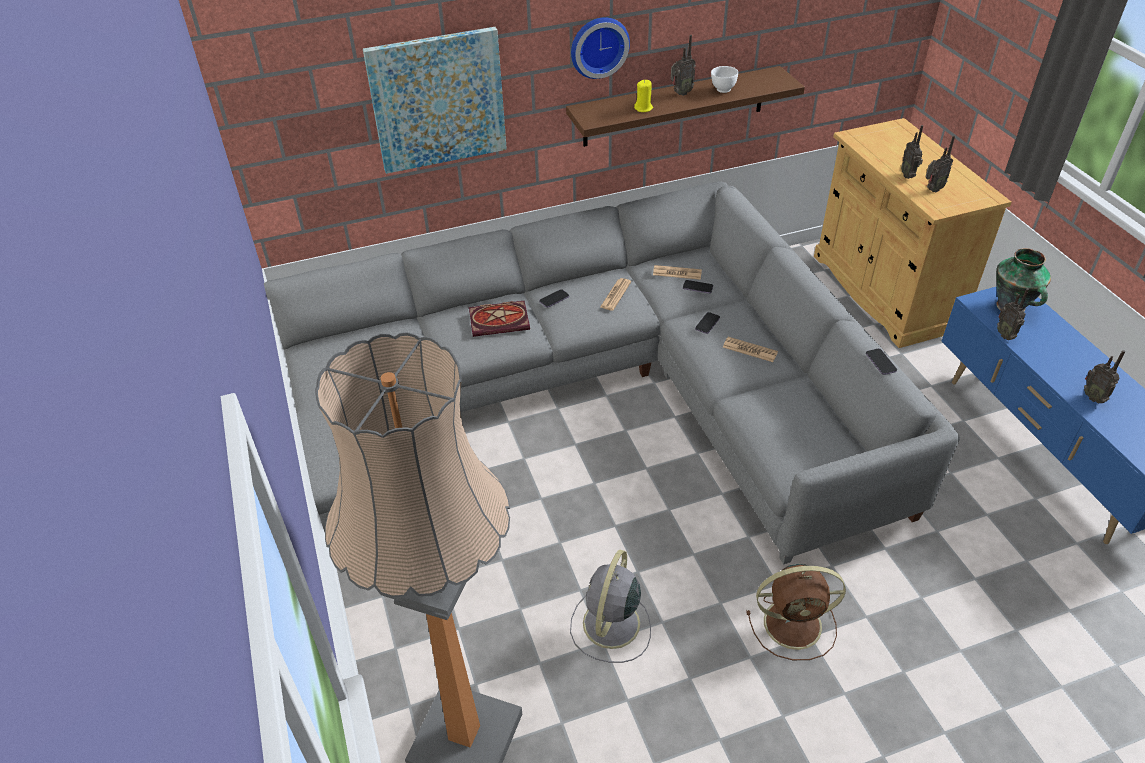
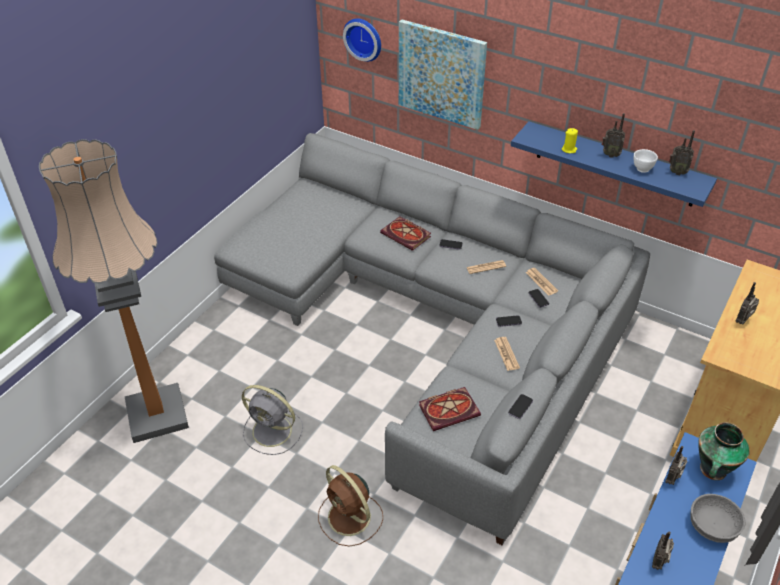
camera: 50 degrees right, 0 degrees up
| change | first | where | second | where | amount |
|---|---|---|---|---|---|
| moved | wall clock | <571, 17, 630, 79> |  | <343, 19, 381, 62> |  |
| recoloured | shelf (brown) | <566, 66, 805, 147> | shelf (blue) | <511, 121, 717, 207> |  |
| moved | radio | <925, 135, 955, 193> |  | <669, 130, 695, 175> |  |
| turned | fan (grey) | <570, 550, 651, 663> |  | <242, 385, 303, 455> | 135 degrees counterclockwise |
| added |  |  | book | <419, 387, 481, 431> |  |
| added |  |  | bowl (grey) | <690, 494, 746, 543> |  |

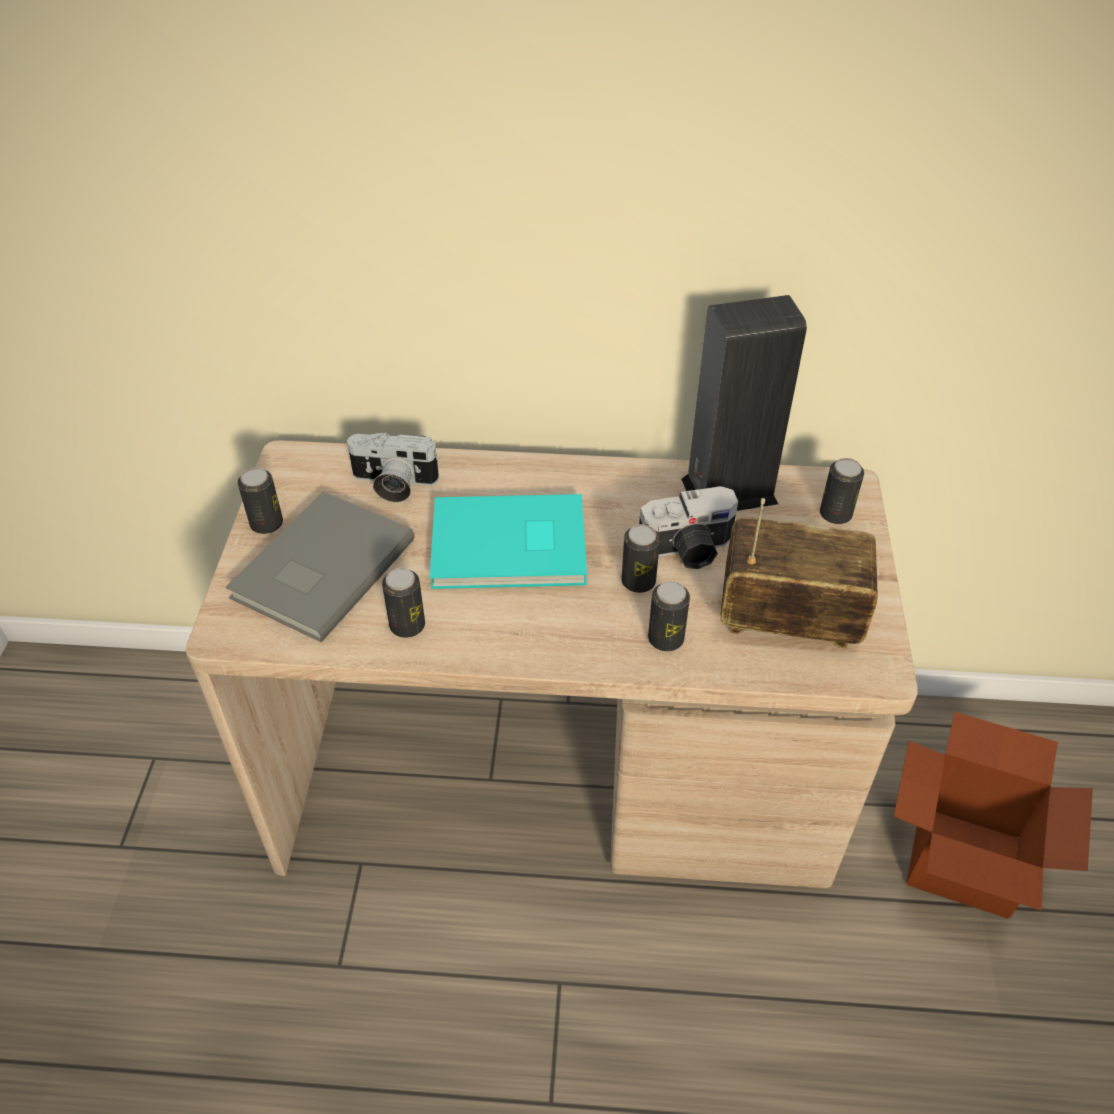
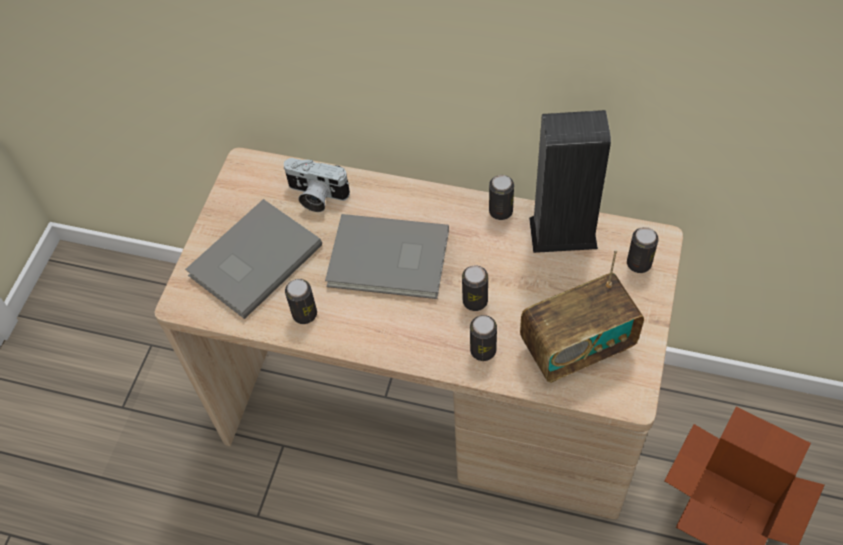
camera: 15 degrees right, 10 degrees up
| change | first | where | second | where | amount |
|---|---|---|---|---|---|
| moved | can | <238, 467, 283, 534> |  | <489, 175, 514, 220> |  |
| removed | photo camera | <639, 486, 738, 569> |  |  |  |
| recoloured | book (turquoise) | <430, 494, 587, 589> | book (grey) | <325, 214, 449, 299> |  |
| turned | radio | <721, 498, 878, 649> |  | <520, 249, 644, 383> | 135 degrees clockwise |

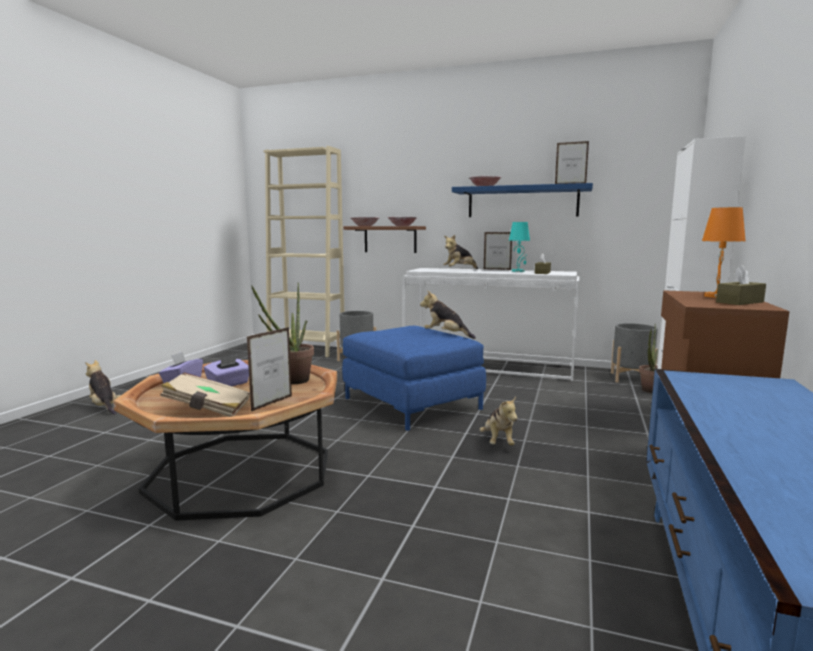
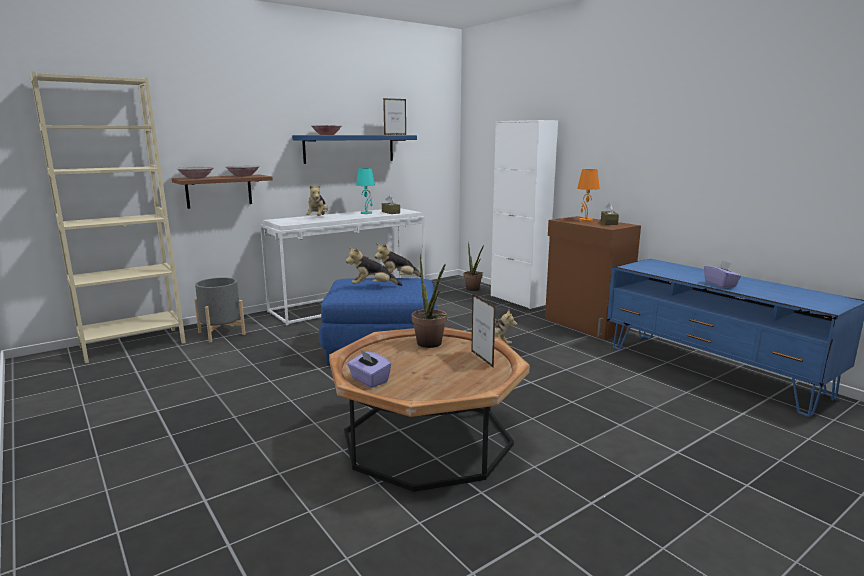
camera: 55 degrees left, 5 degrees up
| change | first | where | second | where | amount |
|---|---|---|---|---|---|
| removed | picture frame | <484, 232, 512, 270> |  |  |  |
| removed | planter (grey) | <611, 323, 658, 383> |  |  |  |
| moved | tissue box (purple) | <204, 354, 249, 386> |  | <704, 260, 741, 288> |  |
| moved | plush toy | <85, 360, 121, 415> |  | <346, 247, 402, 286> |  |
| removed | book (beige) | <160, 372, 250, 417> |  |  |  |

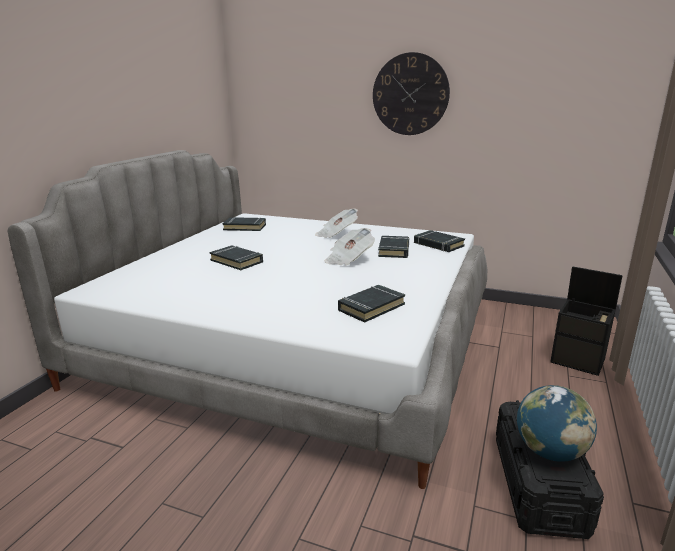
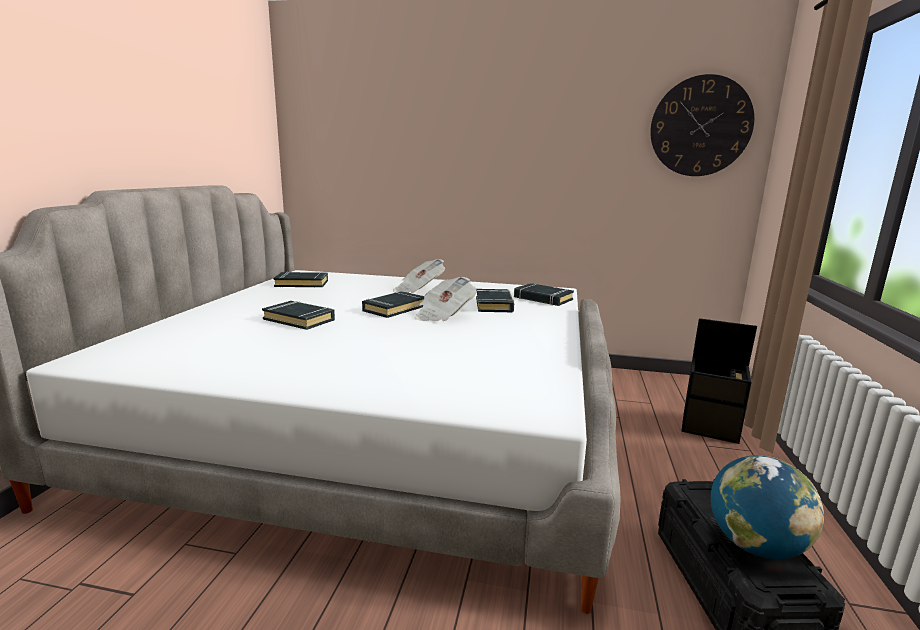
camera: 10 degrees left, 5 degrees down
| change | first | where | second | where | amount |
|---|---|---|---|---|---|
| moved | wall clock | <373, 52, 450, 135> |  | <650, 74, 755, 176> |  |
| moved | book (black) | <338, 285, 405, 323> |  | <362, 291, 424, 318> |  |

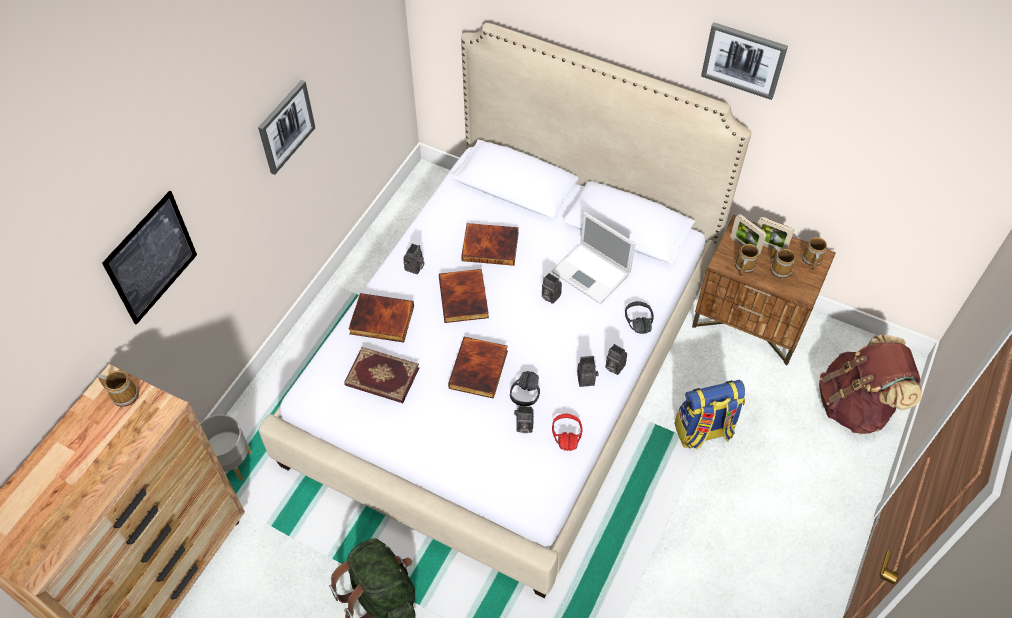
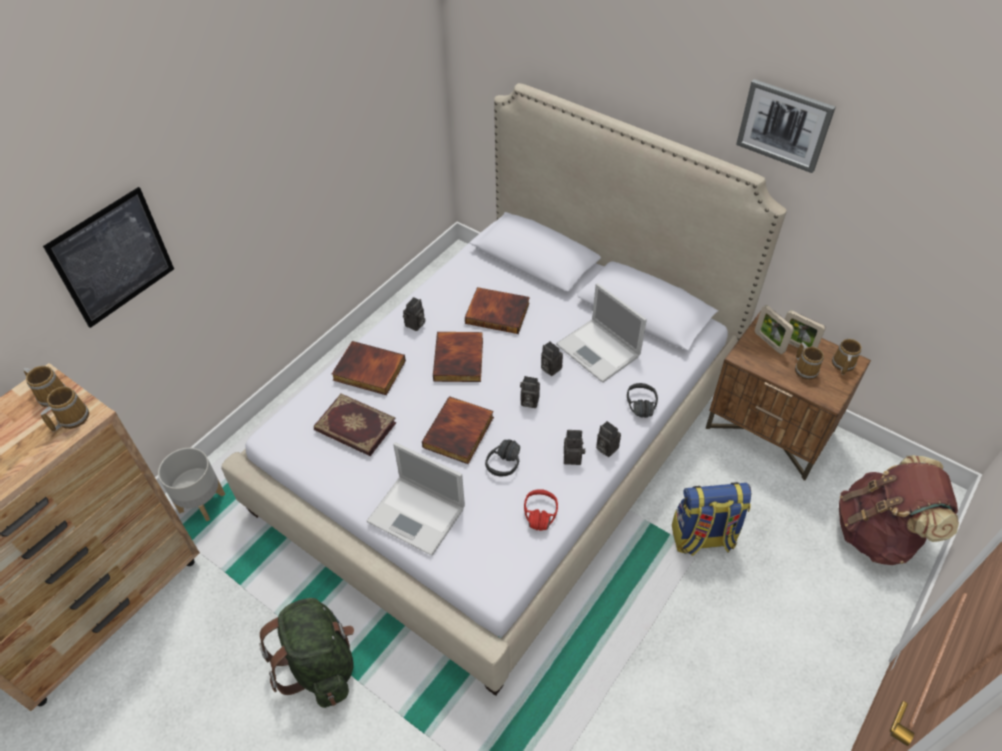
camera: 10 degrees right, 5 degrees down
| change | first | where | second | where | amount |
|---|---|---|---|---|---|
| removed | picture | <258, 80, 315, 175> |  |  |  |
| moved | mug | <735, 244, 759, 277> |  | <40, 386, 89, 432> |  |
| moved | photo camera | <514, 406, 534, 433> |  | <520, 376, 540, 408> |  |
| added |  |  | laptop | <367, 442, 465, 556> |  |

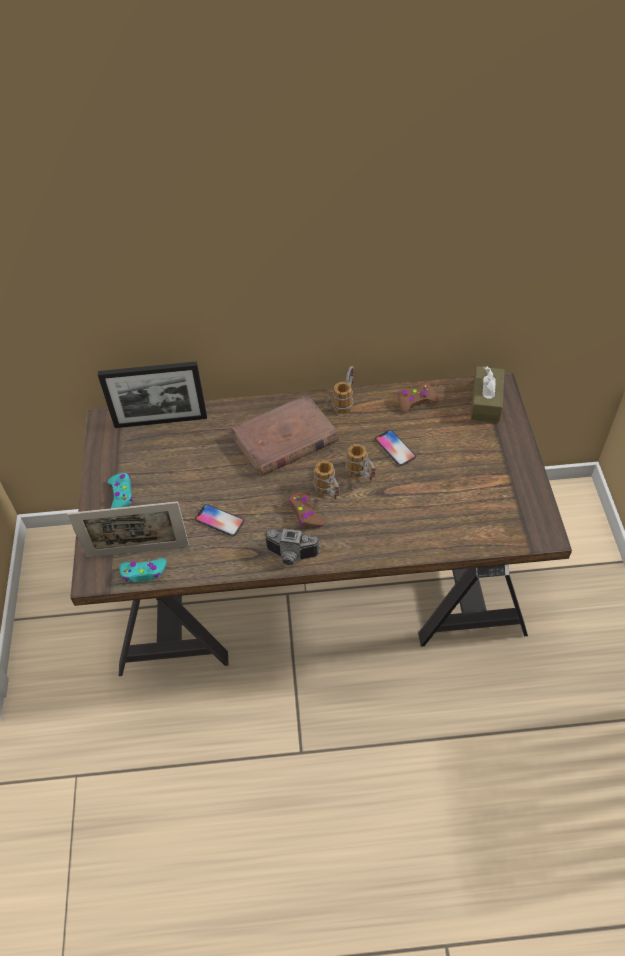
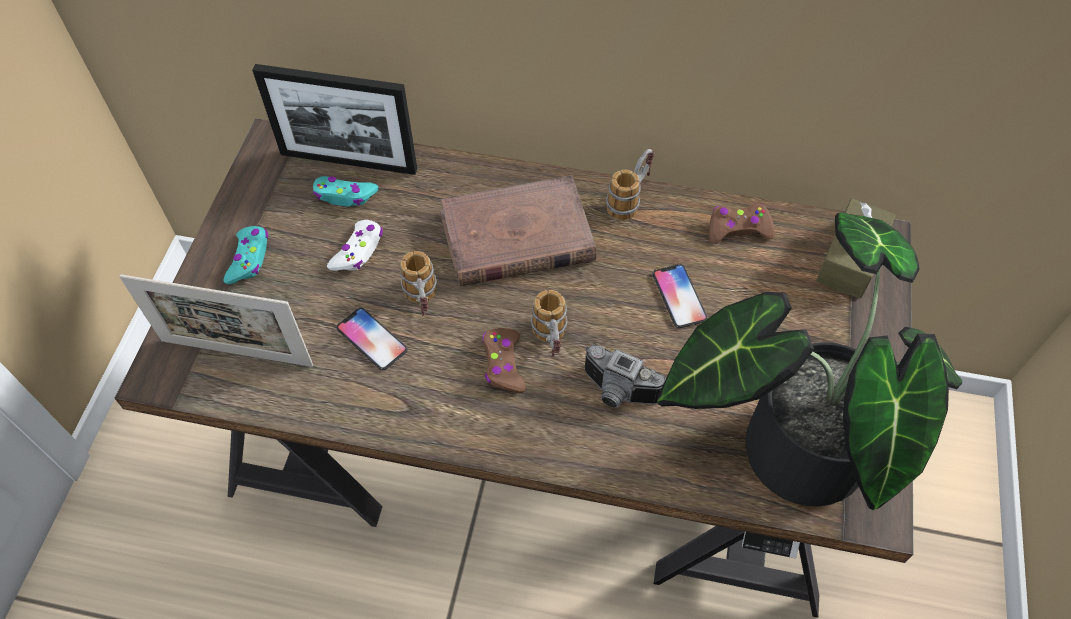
camera: 15 degrees right, 5 degrees up
| change | first | where | second | where | amount |
|---|---|---|---|---|---|
| moved | mug | <346, 444, 376, 481> |  | <399, 251, 437, 316> |  |
| moved | photo camera | <264, 528, 320, 565> |  | <584, 345, 666, 408> |  |
| moved | game controller (turquoise) | <120, 558, 167, 582> |  | <313, 176, 378, 207> |  |
| added |  |  | potted plant | <657, 212, 962, 510> |  |
| added |  |  | game controller (white) | <327, 220, 383, 271> |  |

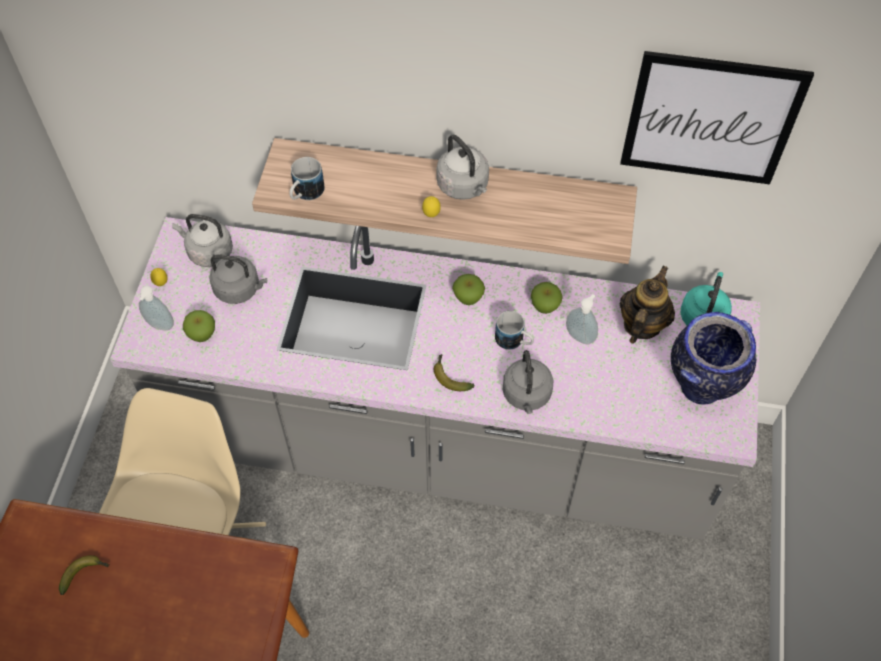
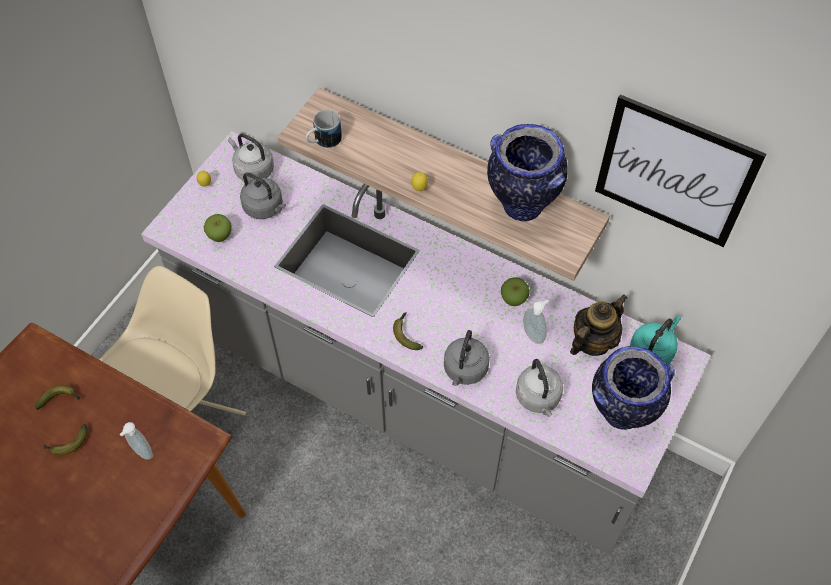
camera: 20 degrees right, 0 degrees up
| change | first | where | second | where | amount |
|---|---|---|---|---|---|
| moved | kettle (grey) | <436, 134, 489, 200> |  | <516, 359, 563, 417> |  |
| removed | apple | <452, 274, 485, 305> |  |  |  |
| moved | soap dispenser | <139, 286, 174, 331> |  | <119, 422, 153, 460> |  |
| removed | mug | <495, 311, 534, 350> |  |  |  |
| added |  |  | vase | <487, 124, 568, 221> |  |
| added |  |  | banana | <43, 424, 87, 455> |  |

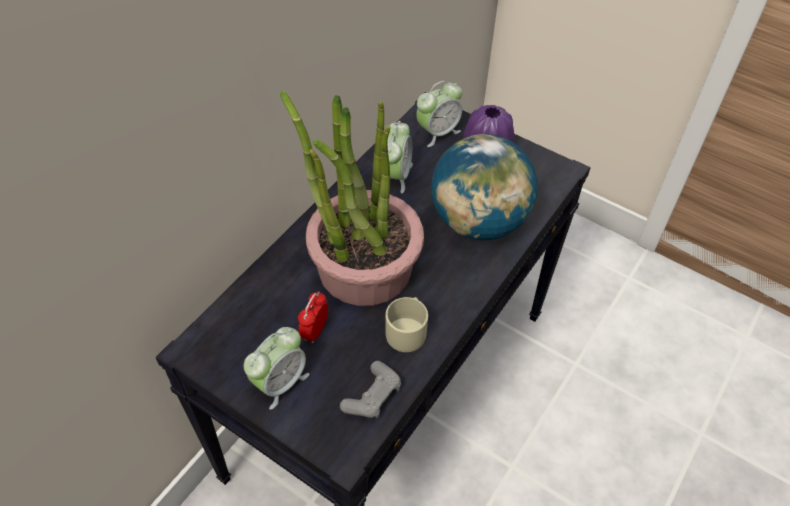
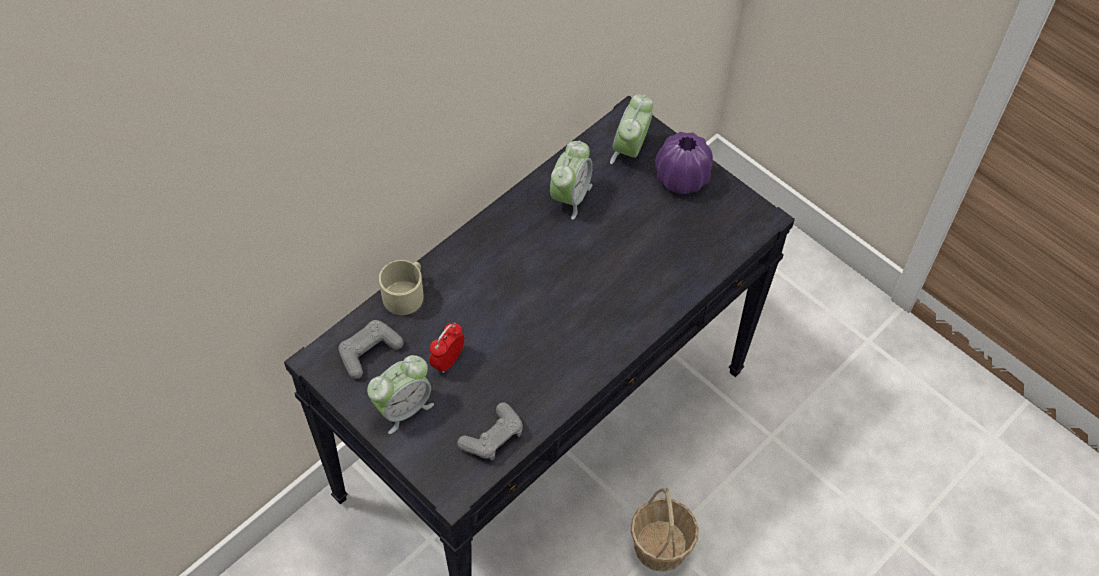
camera: 10 degrees right, 5 degrees up
| change | first | where | second | where | amount |
|---|---|---|---|---|---|
| turned | alarm clock | <416, 81, 462, 147> |  | <610, 95, 653, 164> | 135 degrees clockwise |
| removed | potted plant | <280, 91, 424, 306> |  |  |  |
| removed | globe | <431, 134, 538, 240> |  |  |  |
| moved | mug (beige) | <386, 297, 428, 352> |  | <379, 260, 423, 315> |  |
| added |  |  | game controller (grey) | <338, 320, 404, 379> |  |
| added |  |  | basket | <631, 488, 699, 572> |  |

